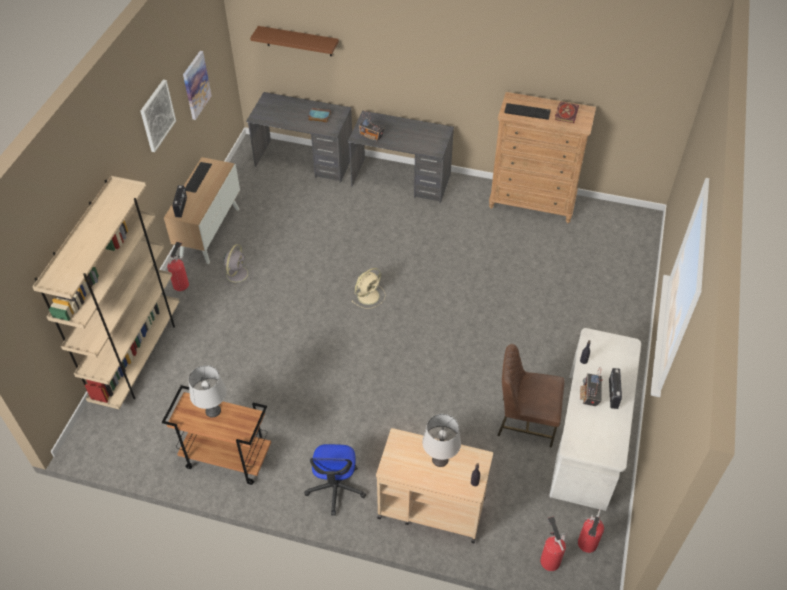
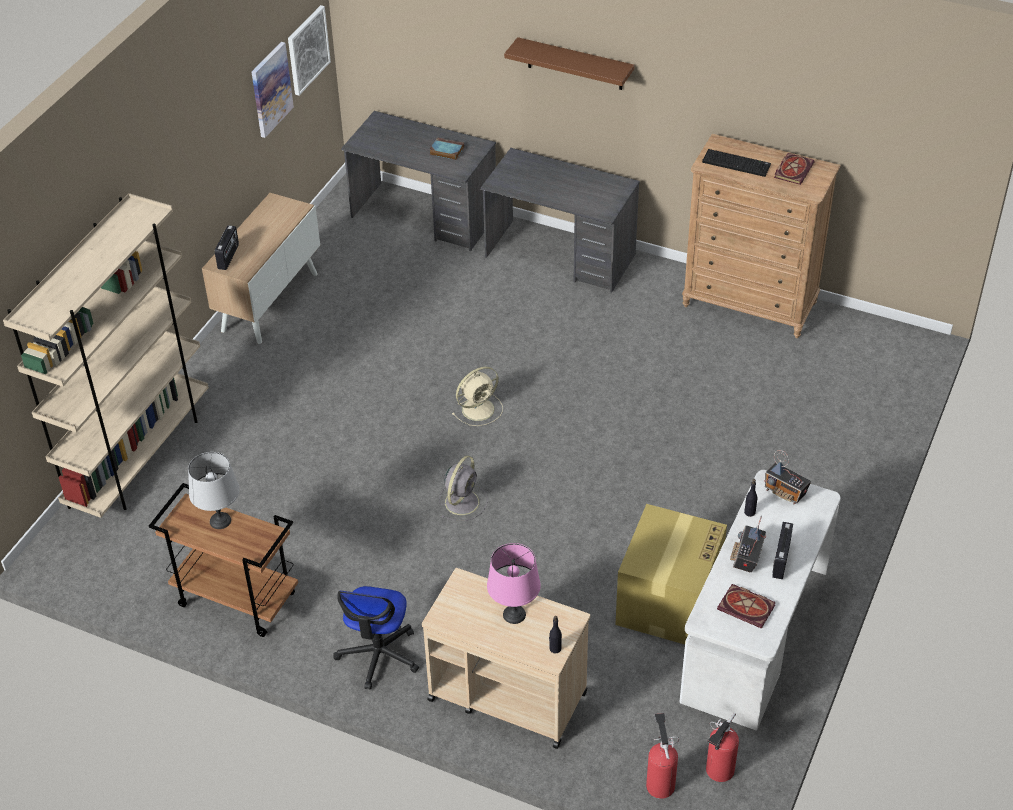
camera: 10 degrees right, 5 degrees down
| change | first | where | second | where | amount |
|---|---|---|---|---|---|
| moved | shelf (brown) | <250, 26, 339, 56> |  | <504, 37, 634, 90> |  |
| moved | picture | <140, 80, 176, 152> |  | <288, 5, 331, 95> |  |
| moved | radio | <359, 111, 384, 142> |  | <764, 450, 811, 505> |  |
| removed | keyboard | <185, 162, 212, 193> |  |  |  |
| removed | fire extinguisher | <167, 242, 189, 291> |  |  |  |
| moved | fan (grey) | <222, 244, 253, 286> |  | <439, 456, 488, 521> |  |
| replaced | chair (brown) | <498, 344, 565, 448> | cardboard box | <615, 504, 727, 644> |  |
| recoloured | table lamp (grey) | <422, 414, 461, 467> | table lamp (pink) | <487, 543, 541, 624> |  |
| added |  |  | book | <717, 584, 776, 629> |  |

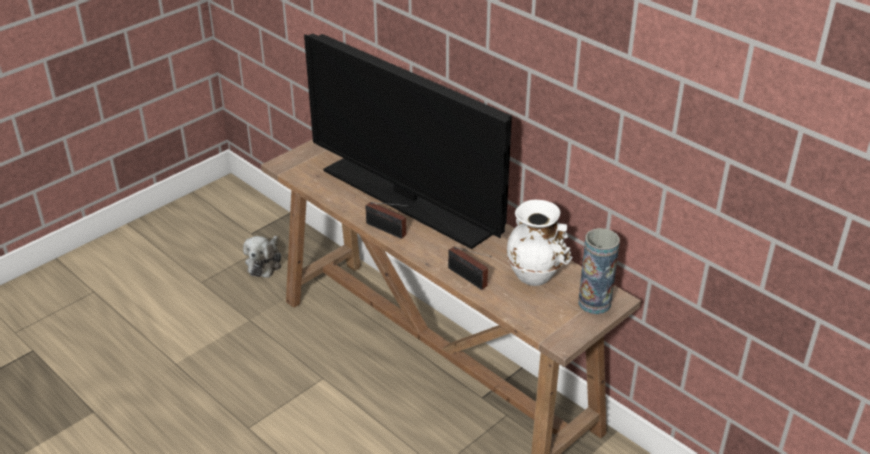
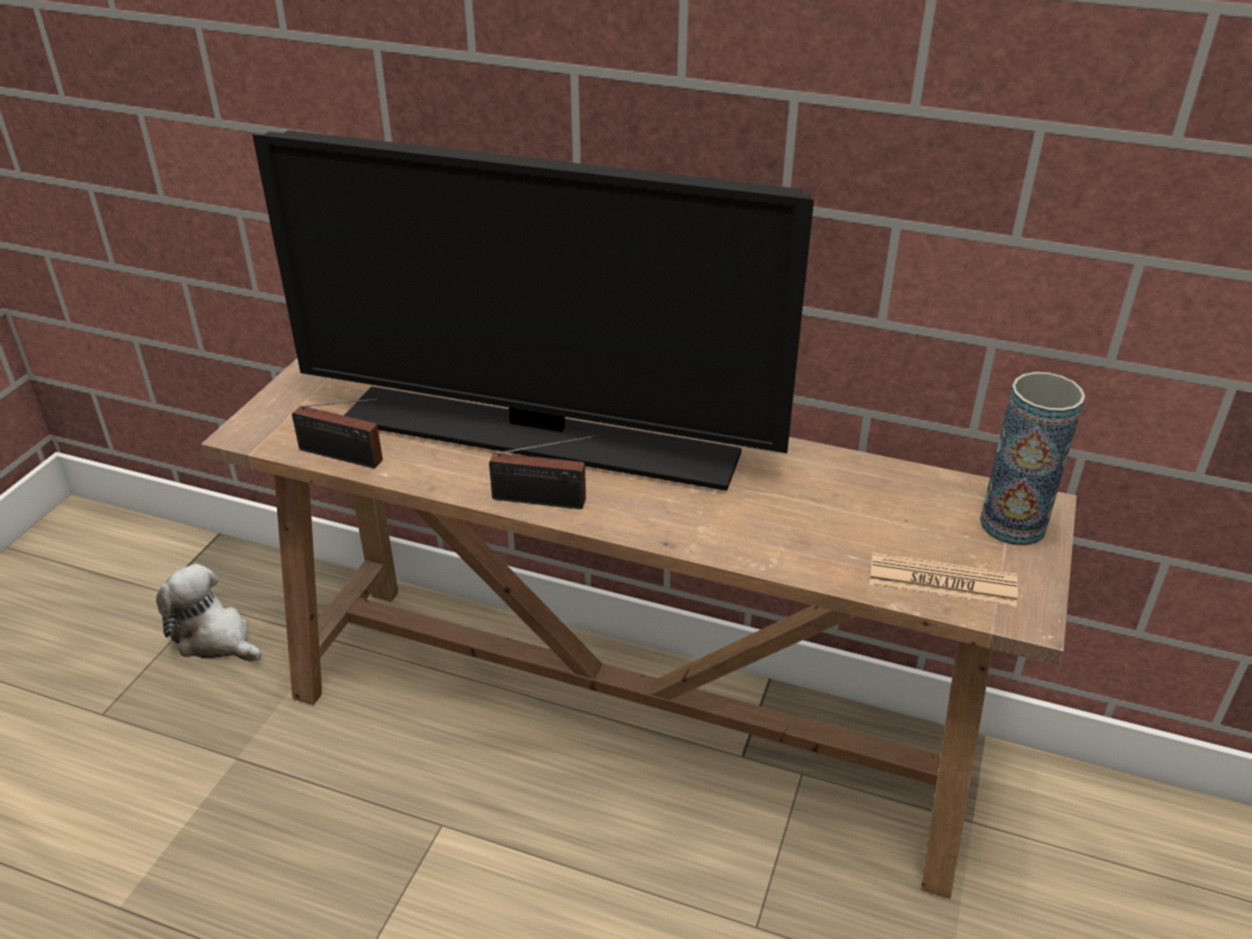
camera: 25 degrees left, 0 degrees up
| change | first | where | second | where | amount |
|---|---|---|---|---|---|
| removed | vase (white) | <506, 200, 573, 286> |  |  |  |
| turned | plush toy | <243, 236, 281, 278> |  | <156, 564, 261, 662> | 135 degrees clockwise |
| moved | radio | <448, 246, 492, 290> |  | <292, 398, 383, 468> |  |
| added |  |  | newspaper | <870, 552, 1018, 607> |  |

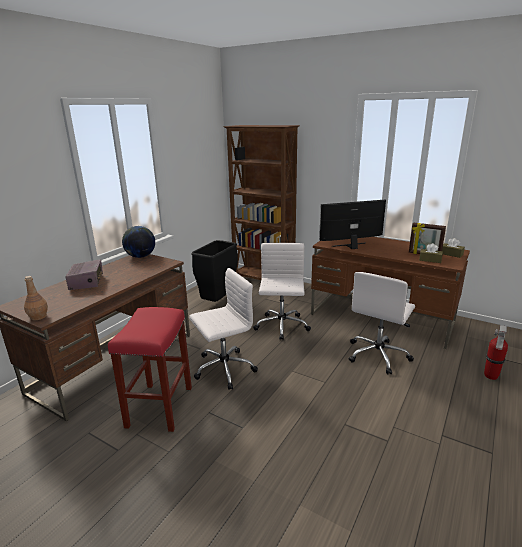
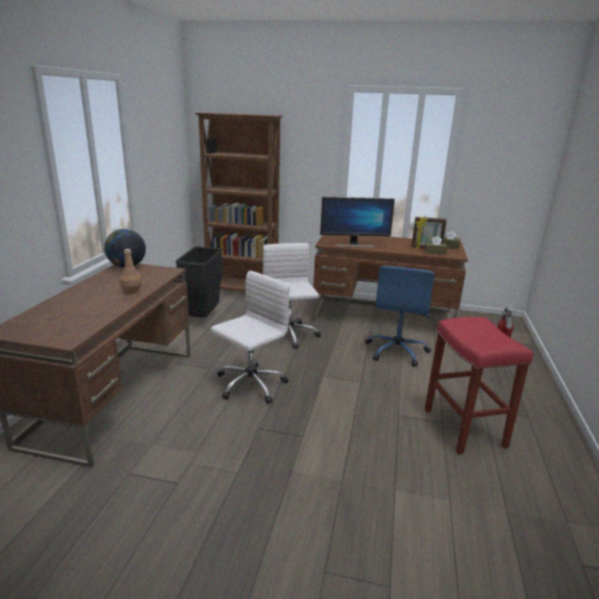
camera: 20 degrees left, 0 degrees up
| change | first | where | second | where | amount |
|---|---|---|---|---|---|
| turned | monitor | <319, 200, 386, 249> |  | <320, 197, 395, 247> | 150 degrees counterclockwise |
| removed | radio | <66, 260, 103, 290> |  |  |  |
| recoloured | office chair (white) | <349, 272, 415, 374> | office chair (blue) | <365, 266, 434, 367> |  |
| moved | bottle (brown) | <24, 276, 48, 320> |  | <120, 249, 142, 294> |  |
| moved | stool (red) | <108, 307, 192, 432> |  | <424, 317, 533, 454> |  |

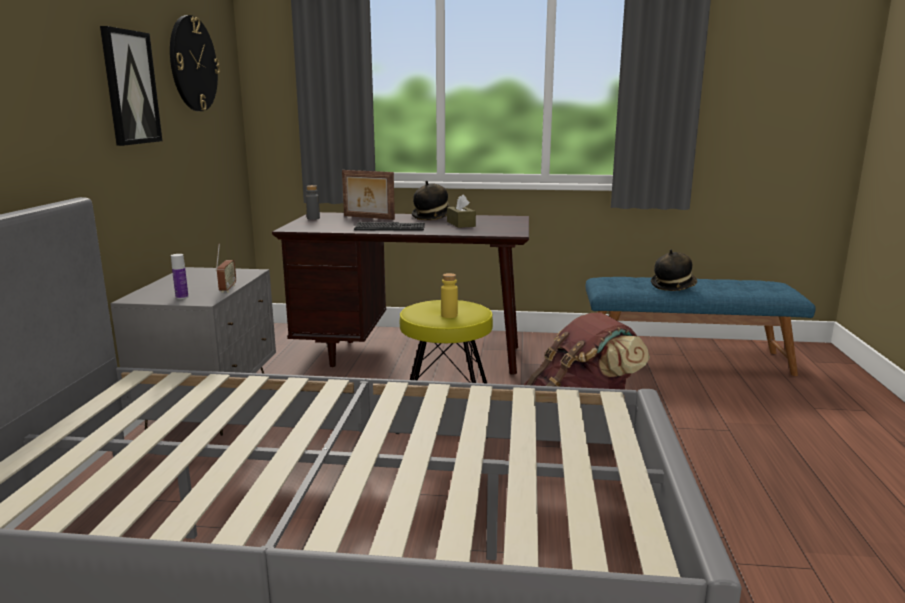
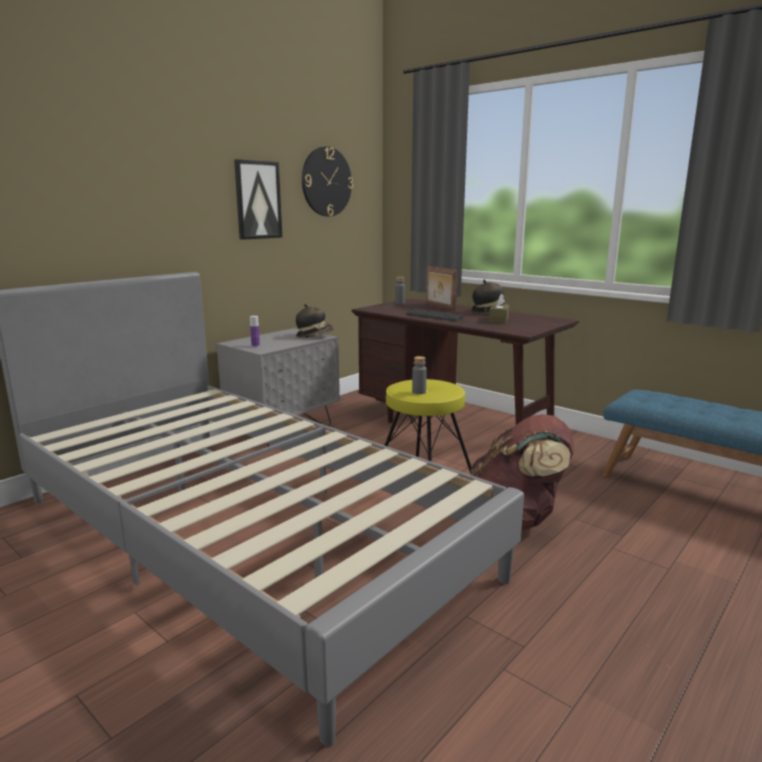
camera: 35 degrees right, 0 degrees up
| change | first | where | second | where | amount |
|---|---|---|---|---|---|
| removed | radio | <216, 244, 236, 292> |  |  |  |
| moved | hat | <651, 250, 697, 291> |  | <296, 304, 334, 338> |  |
| recoloured | bottle (yellow) | <441, 273, 458, 318> | bottle (grey) | <412, 356, 427, 394> |  |

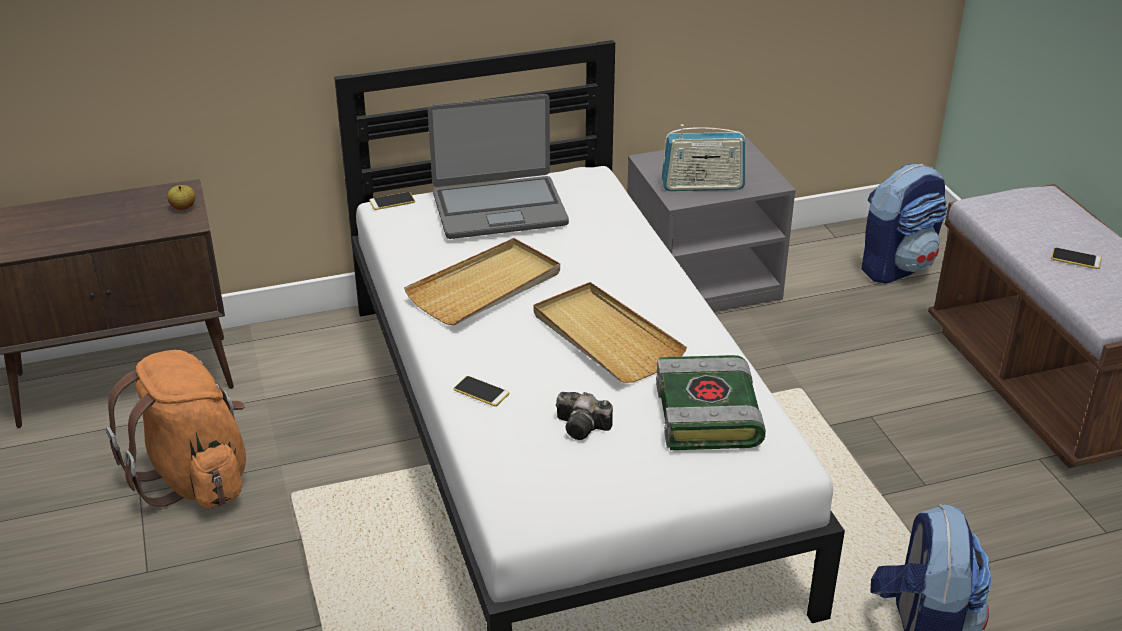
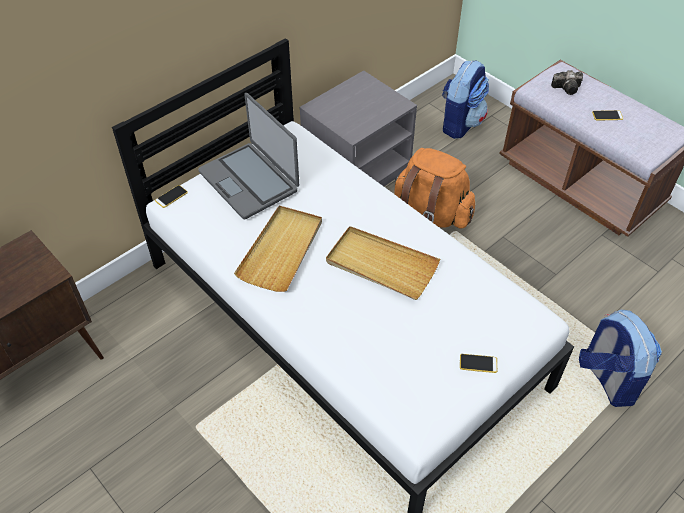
camera: 25 degrees left, 15 degrees up
| change | first | where | second | where | amount |
|---|---|---|---|---|---|
| turned | laptop | <428, 94, 569, 239> |  | <198, 93, 299, 219> | 90 degrees clockwise |
| removed | radio | <661, 124, 746, 191> |  |  |  |
| removed | apple | <167, 185, 195, 210> |  |  |  |
| moved | backpack (orange) | <106, 350, 246, 508> |  | <394, 148, 475, 228> |  |
| removed | book | <656, 355, 766, 450> |  |  |  |
| moved | phone | <454, 376, 509, 406> |  | <460, 354, 497, 373> |  |
| moved | photo camera | <556, 392, 613, 440> |  | <551, 70, 583, 95> |  |

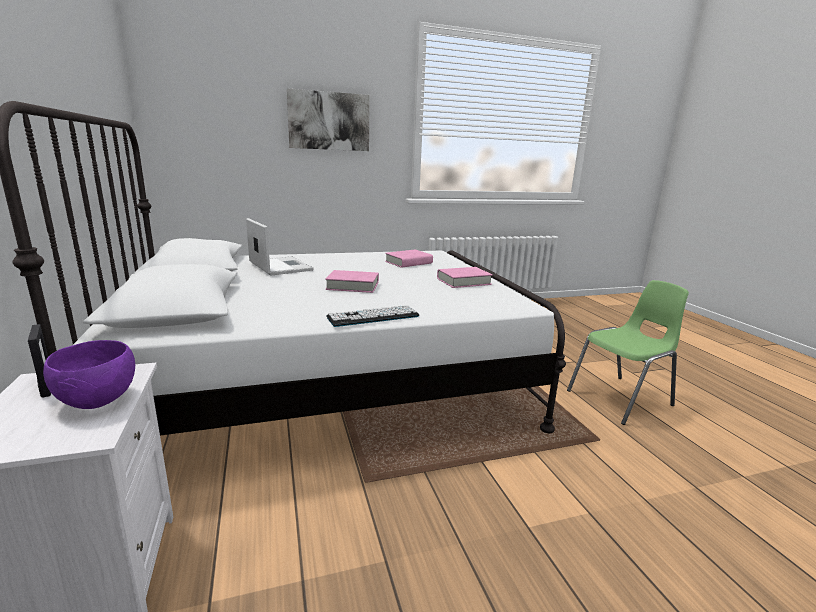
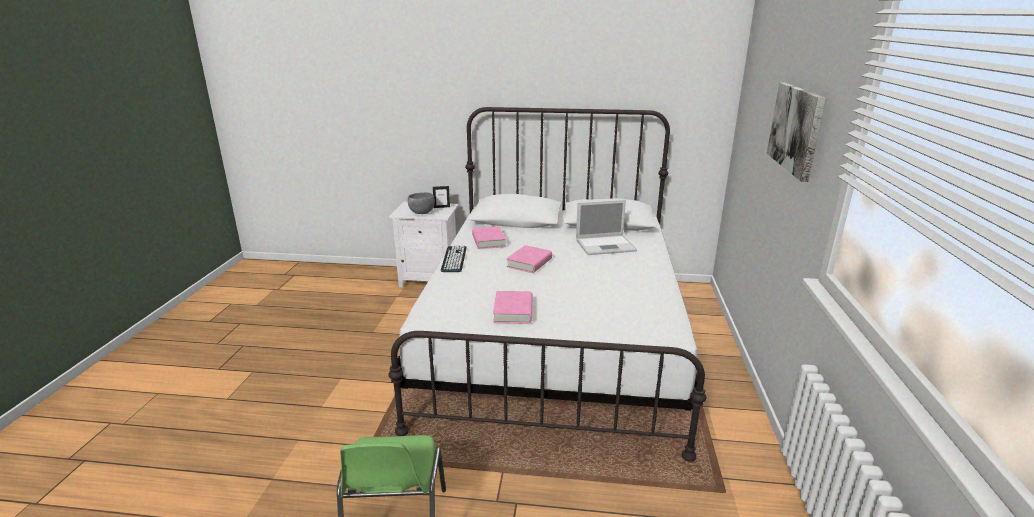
camera: 115 degrees right, 5 degrees up
| change | first | where | second | where | amount |
|---|---|---|---|---|---|
| moved | book (pink) | <385, 249, 433, 268> |  | <472, 226, 506, 249> |  |
| recoloured | bowl (purple) | <43, 340, 135, 409> | bowl (grey) | <408, 192, 435, 214> |  |

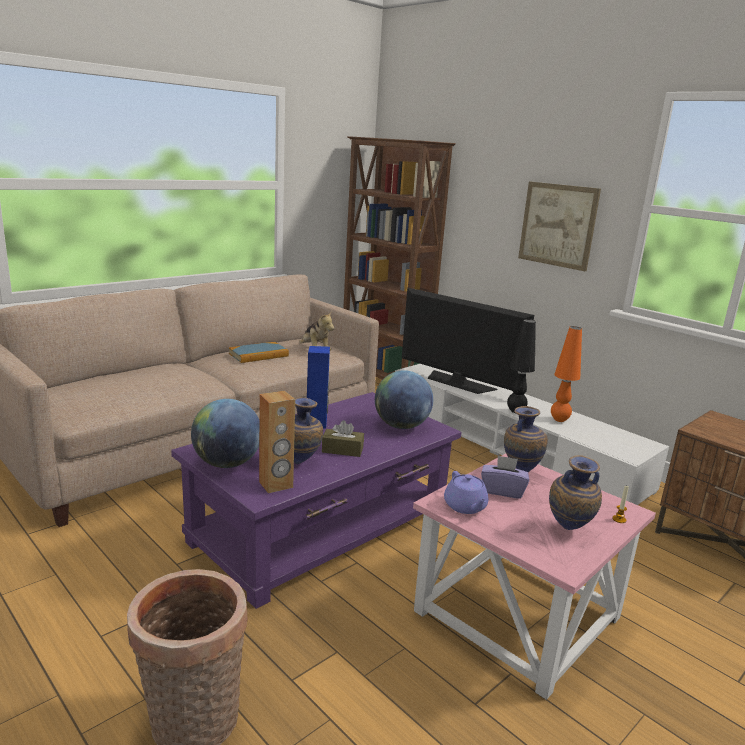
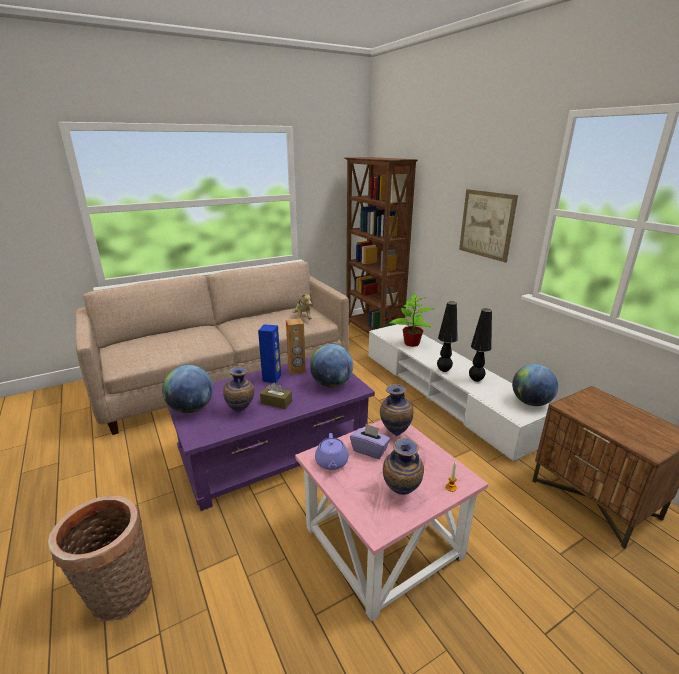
camera: 15 degrees right, 5 degrees up
| change | first | where | second | where | amount |
|---|---|---|---|---|---|
| replaced | television | <402, 288, 534, 394> | potted plant | <389, 293, 434, 347> |  |
| recoloured | table lamp (orange) | <551, 326, 582, 422> | table lamp (black) | <469, 308, 492, 382> |  |
| removed | book | <229, 342, 289, 363> |  |  |  |
| moved | speaker (brown) | <259, 391, 295, 493> |  | <286, 318, 306, 375> |  |
| added |  |  | globe | <512, 364, 558, 406> |  |

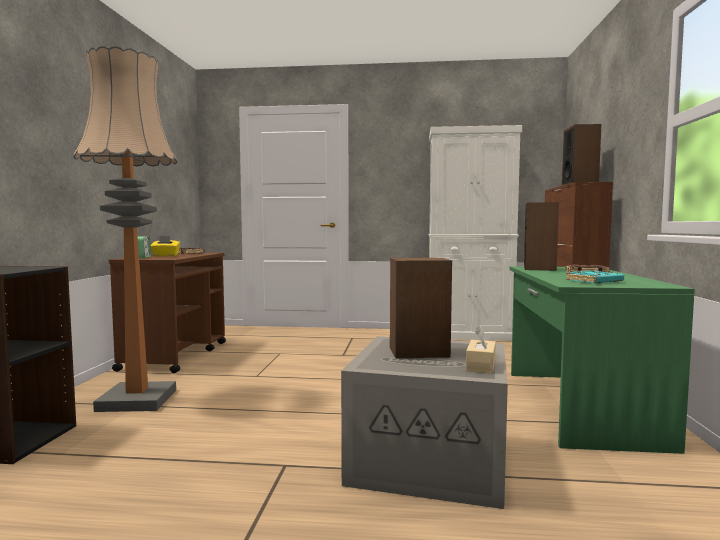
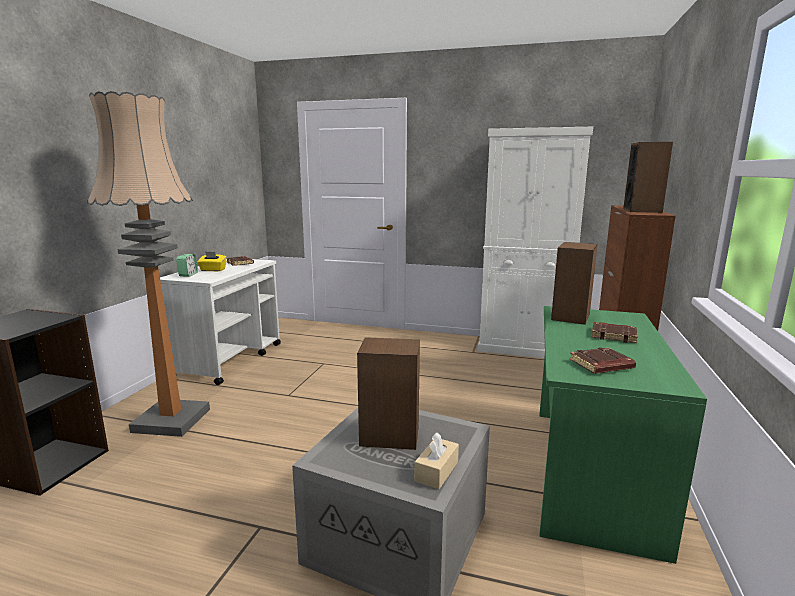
camera: 10 degrees right, 10 degrees up
| change | first | where | second | where | amount |
|---|---|---|---|---|---|
| recoloured | cart (brown) | <109, 253, 226, 373> | cart (white) | <160, 259, 281, 385> |  |
| recoloured | book (turquoise) | <566, 270, 624, 283> | book (brown) | <570, 347, 636, 374> |  |

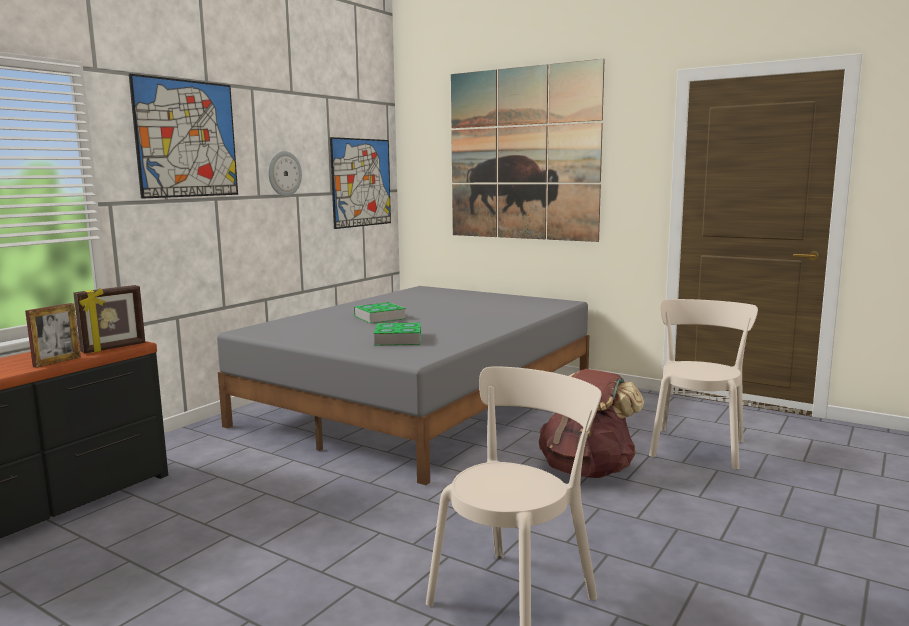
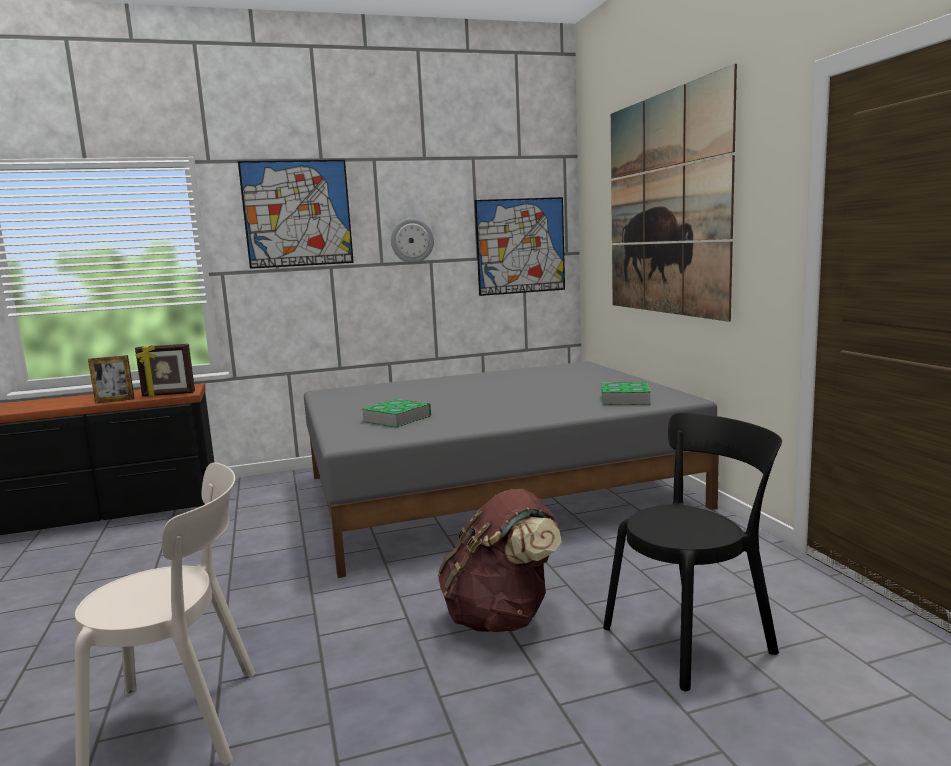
camera: 40 degrees right, 0 degrees up
| change | first | where | second | where | amount |
|---|---|---|---|---|---|
| recoloured | chair (beige) | <649, 299, 758, 470> | chair (black) | <603, 412, 782, 691> |  |
| moved | book | <354, 302, 406, 323> |  | <601, 382, 651, 405> |  |

